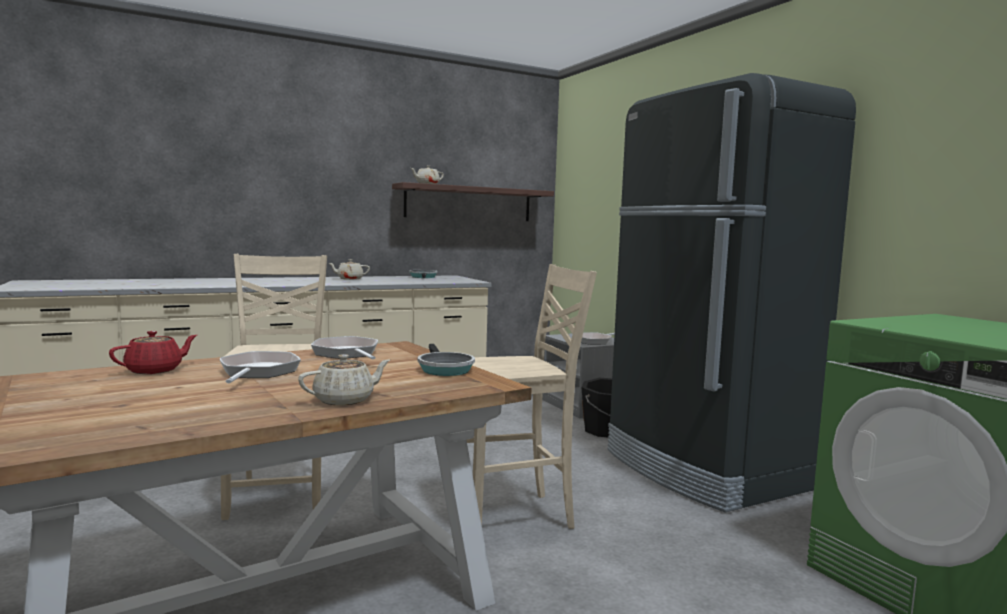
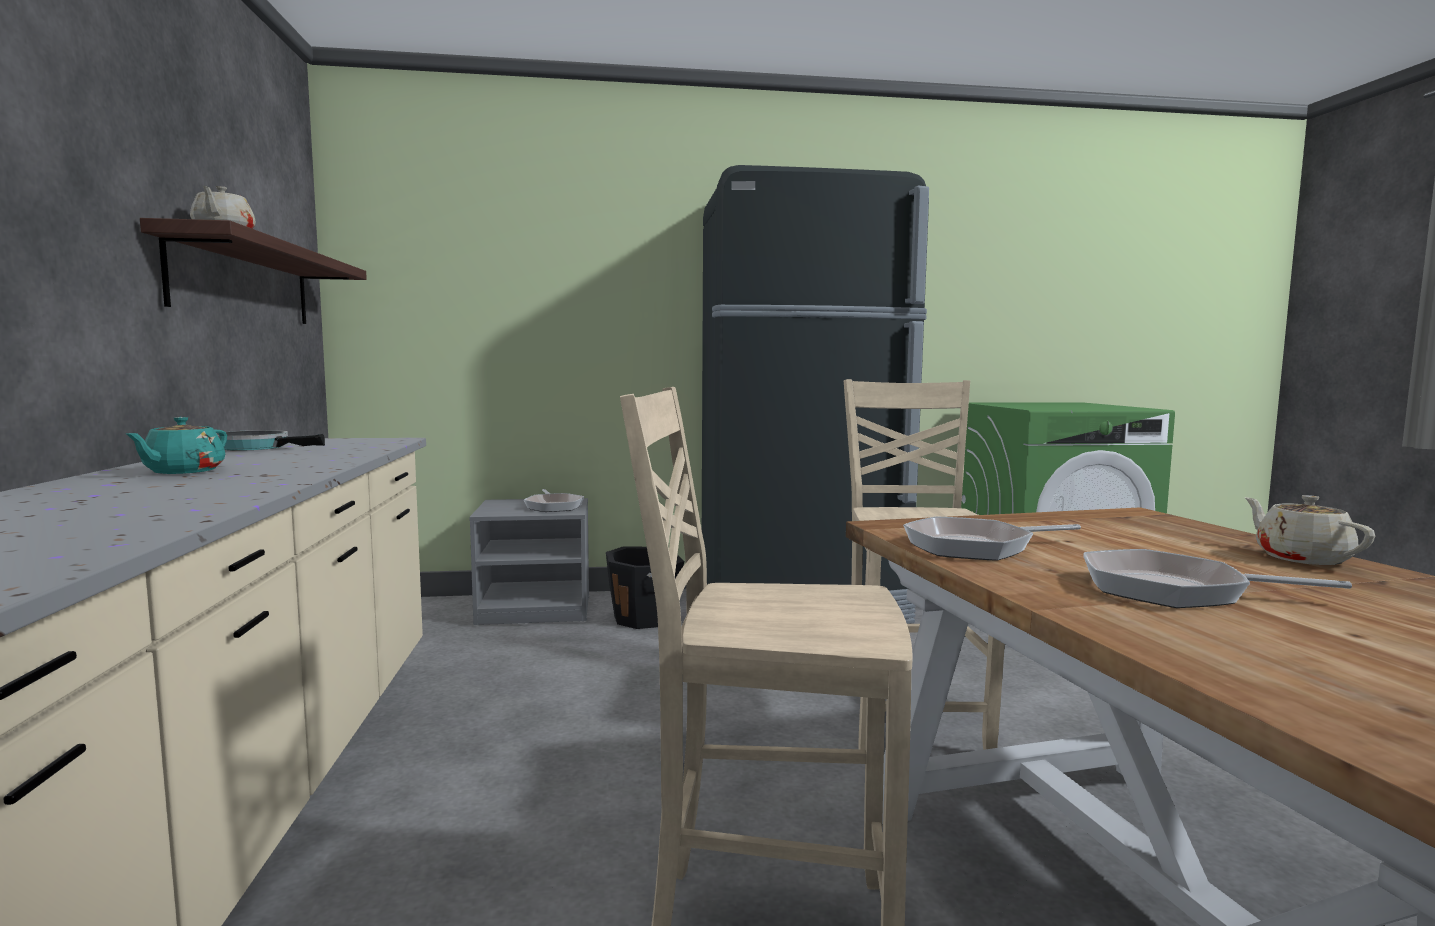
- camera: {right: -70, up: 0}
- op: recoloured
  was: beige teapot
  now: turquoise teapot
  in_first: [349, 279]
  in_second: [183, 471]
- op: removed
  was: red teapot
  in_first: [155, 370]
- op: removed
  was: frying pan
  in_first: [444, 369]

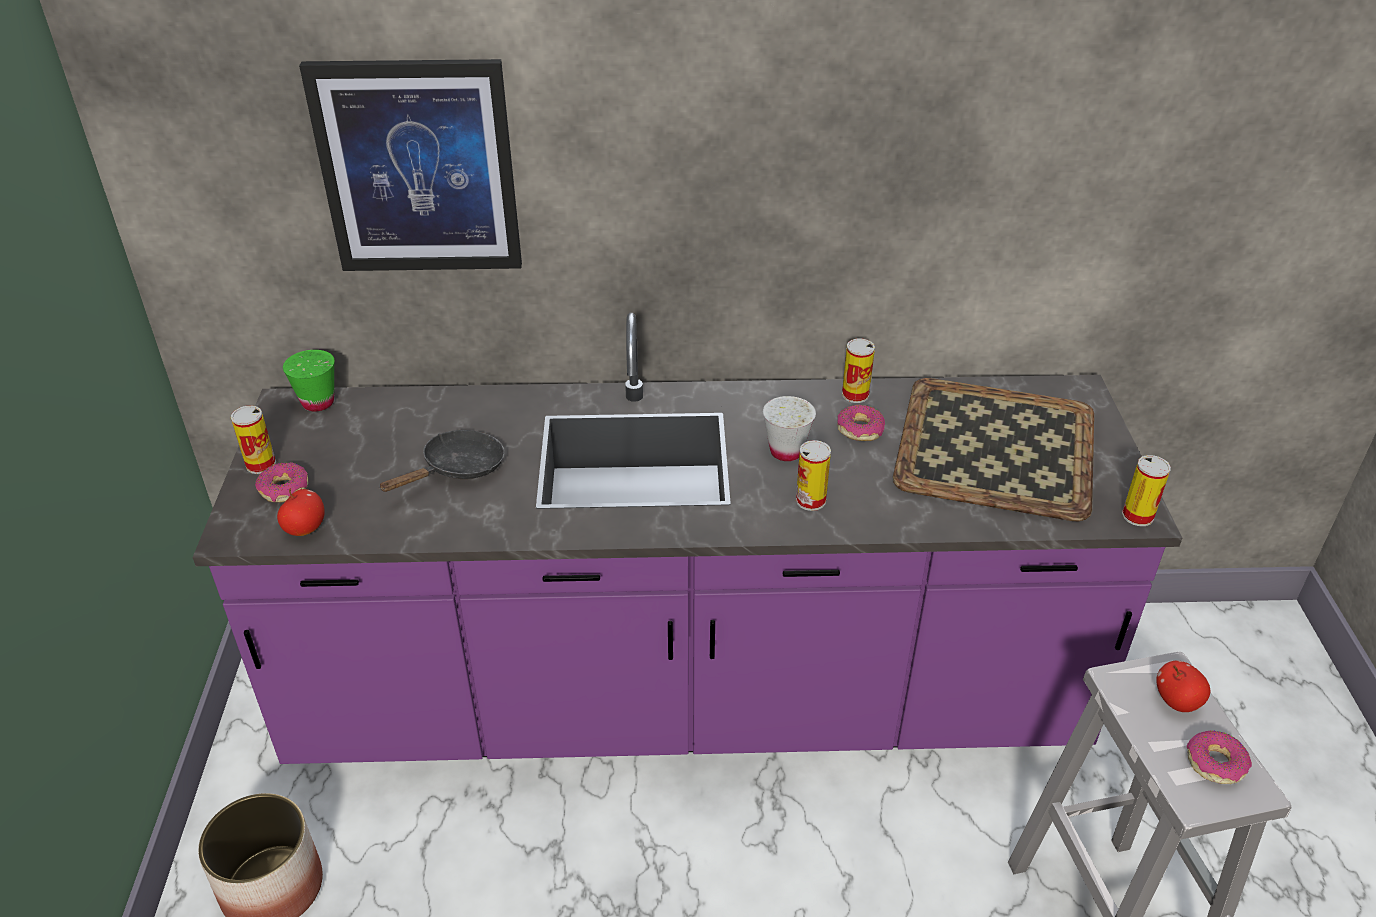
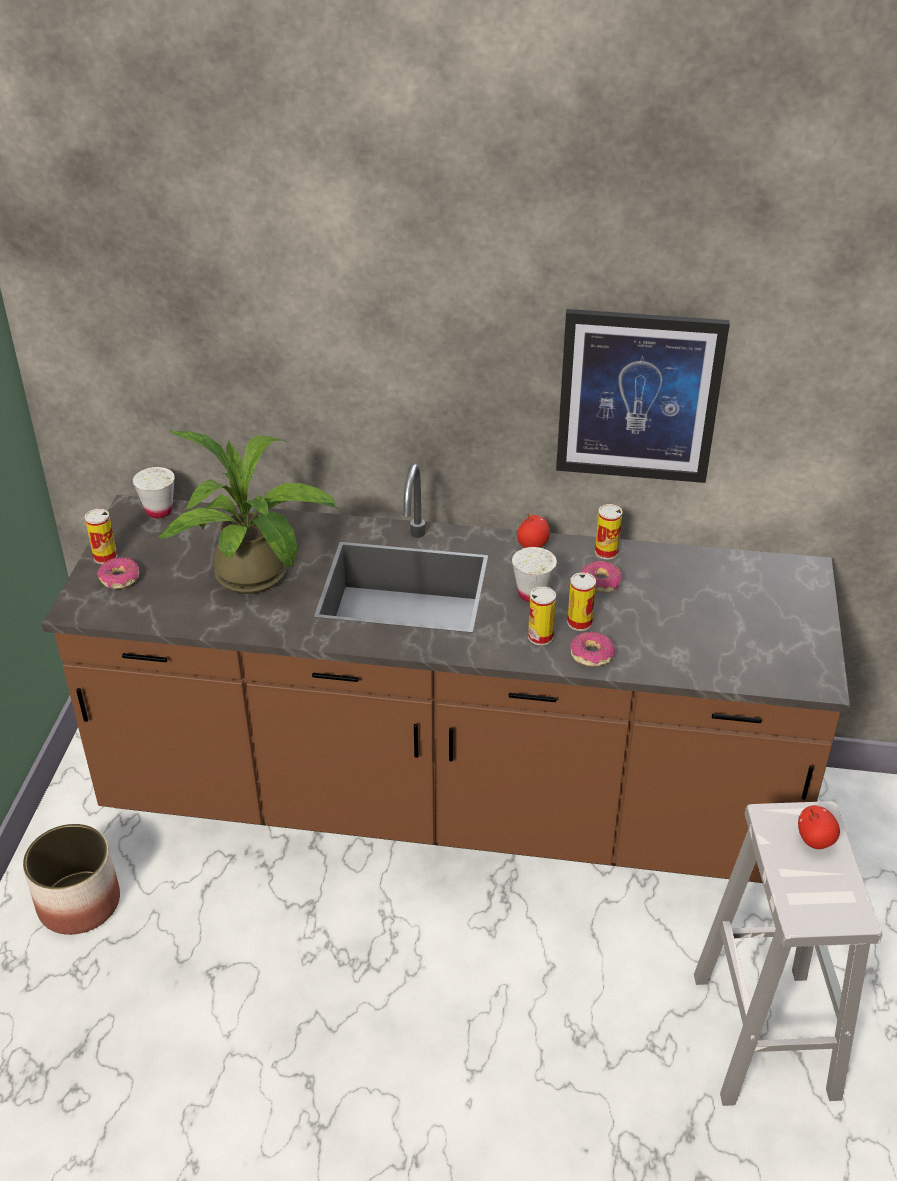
- camera: {right: 10, up: 0}
- op: recoloured
  was: purple counter
  now: brown counter
  in_first: [688, 700]
  in_second: [448, 803]
- op: recoloured
  was: green cup
  now: white cup
  in_first: [318, 402]
  in_second: [159, 511]
- op: replaced
  was: black frying pan
  now: potted plant
  in_first: [457, 469]
  in_second: [258, 578]
- op: moved
  was: apple
  in_first: [305, 528]
  in_second: [532, 545]
- op: moved
  was: picture
  in_first: [418, 168]
  in_second: [638, 396]
- op: moved
  was: can
  in_first: [1137, 516]
  in_second: [579, 622]
- op: moved
  was: donut
  in_first: [1215, 763]
  in_second: [591, 655]
- op: removed
  was: tray
  in_first: [993, 449]

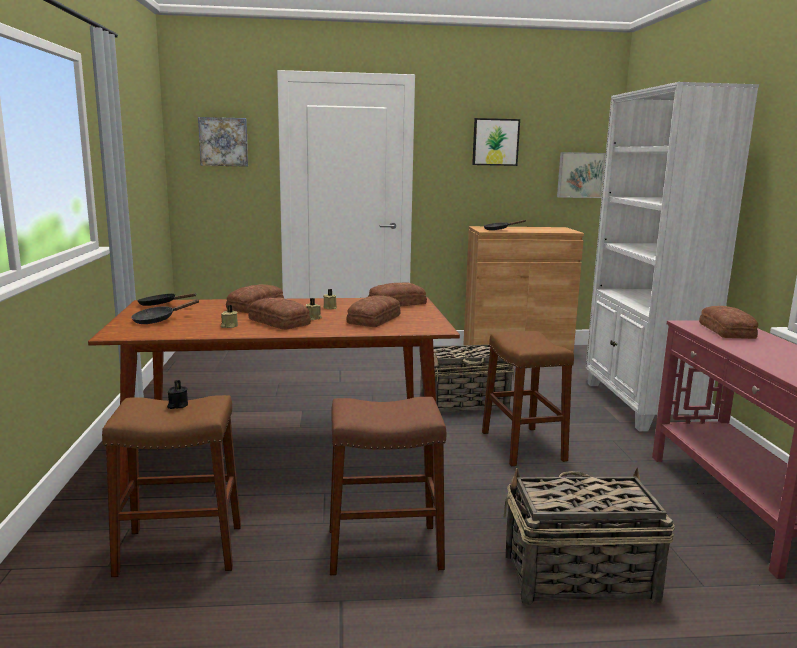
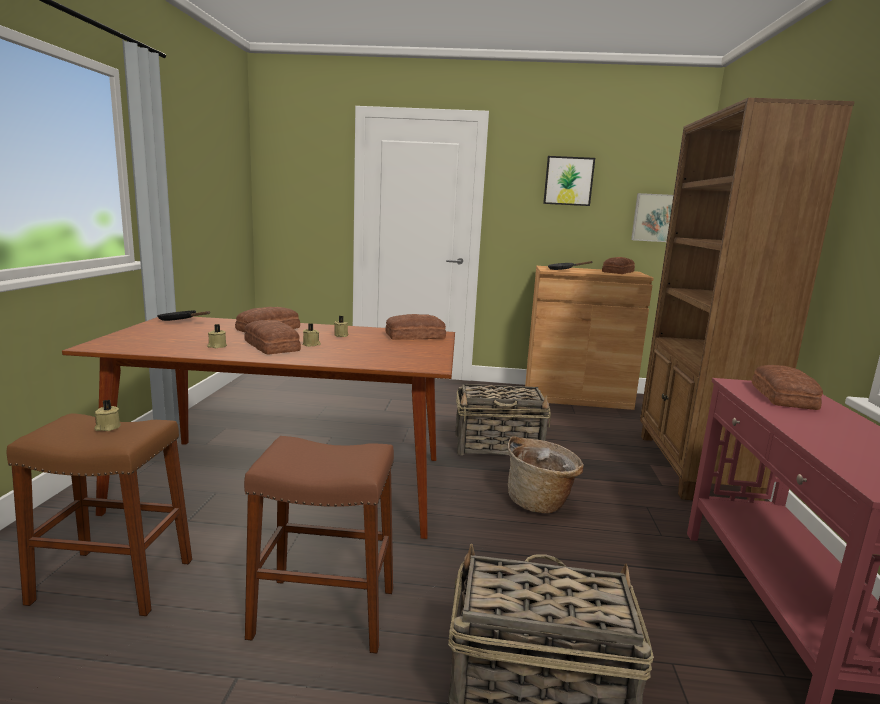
- camera: {right: 10, up: 0}
- op: recoloured
  was: black candle
  now: beige candle
  in_first: [177, 405]
  in_second: [107, 427]
- op: replaced
  was: brown stool
  now: basket
  in_first: [523, 446]
  in_second: [540, 502]
- op: moved
  was: bread
  in_first: [375, 319]
  in_second: [619, 272]
- op: recoloured
  was: white bookcase
  now: brown bookcase
  in_first: [640, 405]
  in_second: [693, 467]
- op: removed
  was: black frying pan
  in_first: [158, 320]
- op: removed
  was: picture
  in_first: [224, 142]

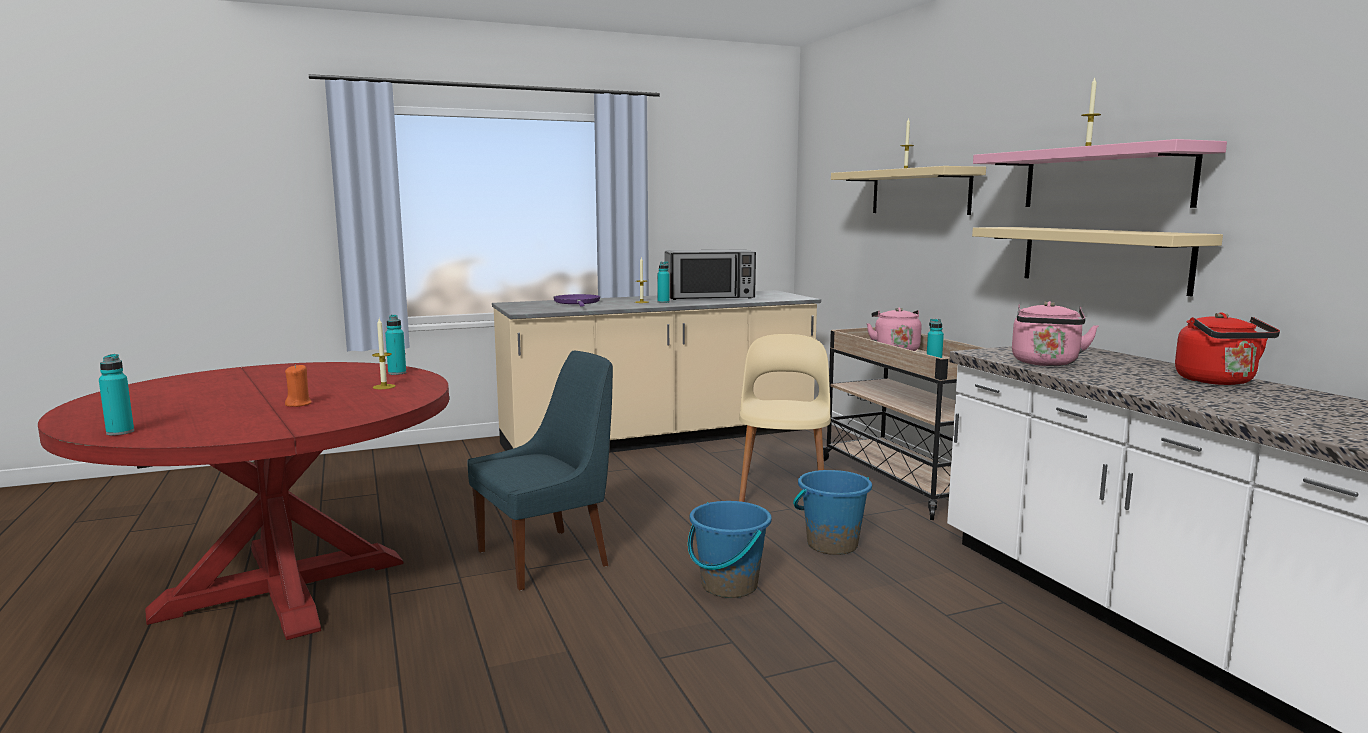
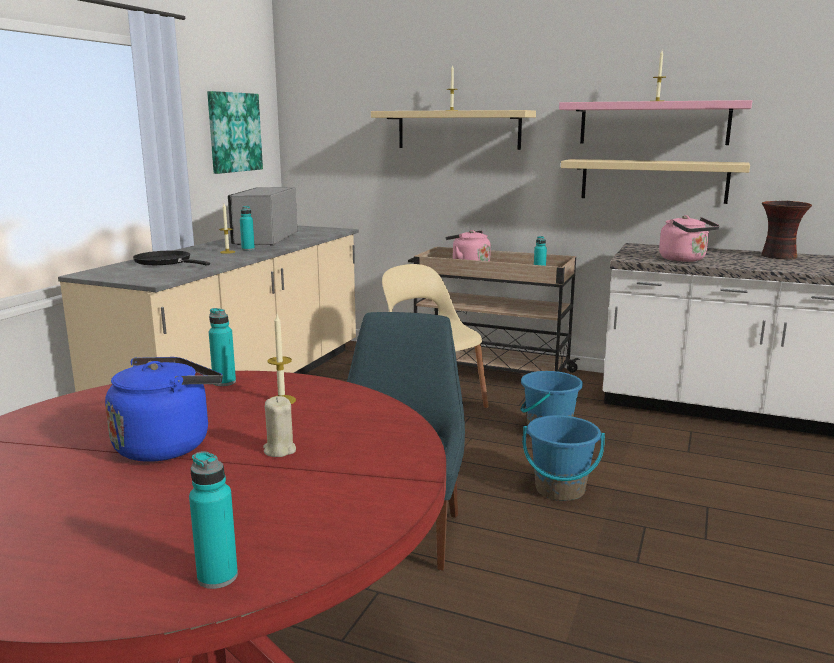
- camera: {right: -45, up: 5}
- op: added
  now: blue kettle
  in_second: [167, 444]
- op: recoloured
  was: purple frying pan
  now: black frying pan
  in_first: [577, 303]
  in_second: [166, 262]
- op: added
  now: picture
  in_second: [234, 132]
- op: turned
  was: microwave
  in_first: [710, 297]
  in_second: [265, 238]
  clockwise: 150
- op: recoloured
  was: orange candle
  now: beige candle
  in_first: [299, 404]
  in_second: [279, 450]
- op: replaced
  was: red kettle
  now: vase
  in_first: [1218, 381]
  in_second: [779, 257]

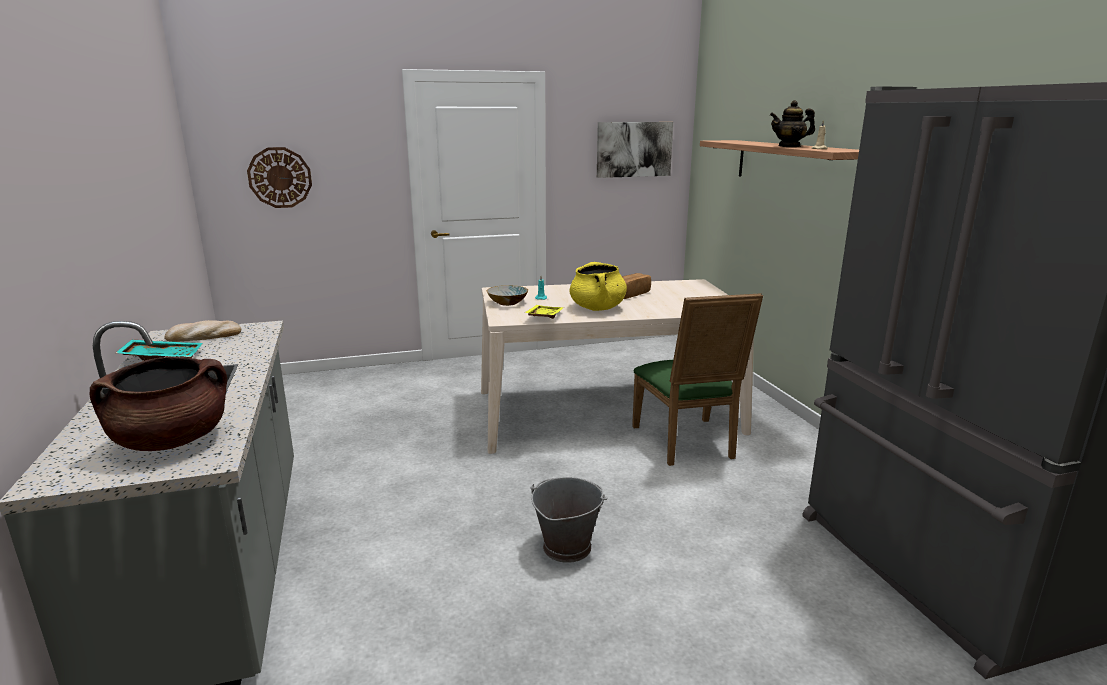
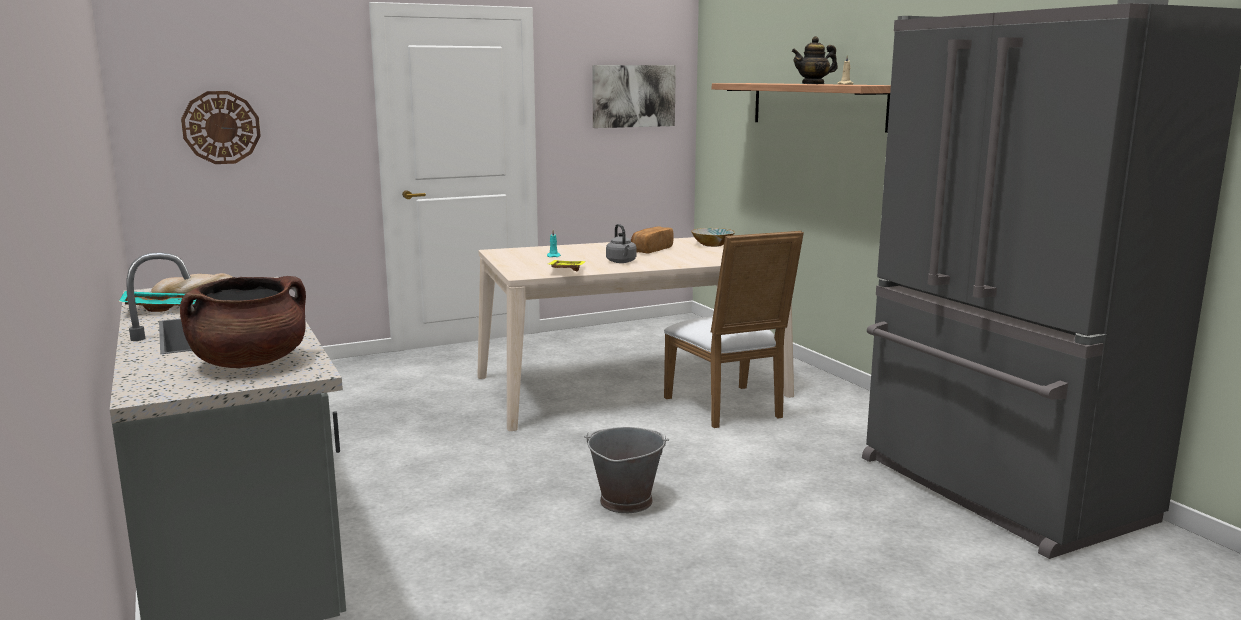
- camera: {right: -10, up: -5}
- op: replaced
  was: yellow cooking pot
  now: grey kettle
  in_first: [597, 308]
  in_second: [621, 262]
- op: recoloured
  was: green chair
  now: white chair
  in_first: [687, 444]
  in_second: [729, 409]
- op: moved
  was: bowl
  in_first: [508, 303]
  in_second: [713, 245]

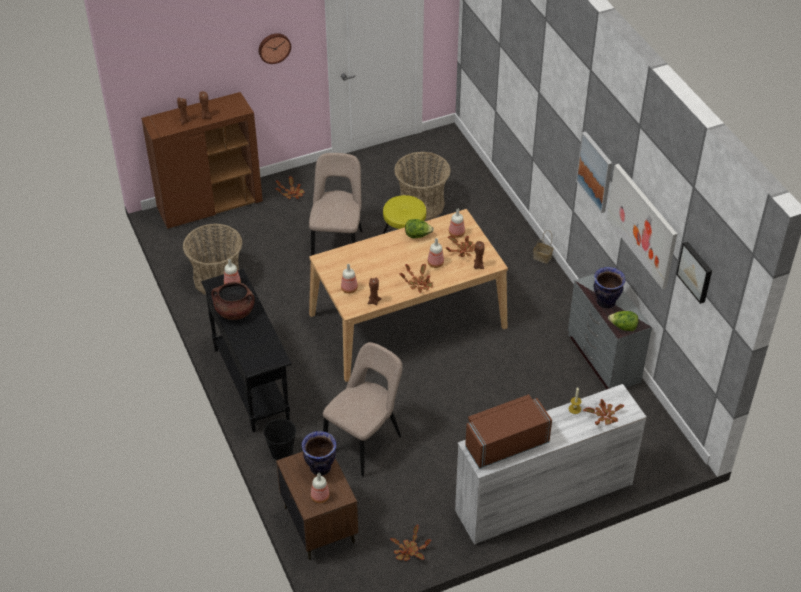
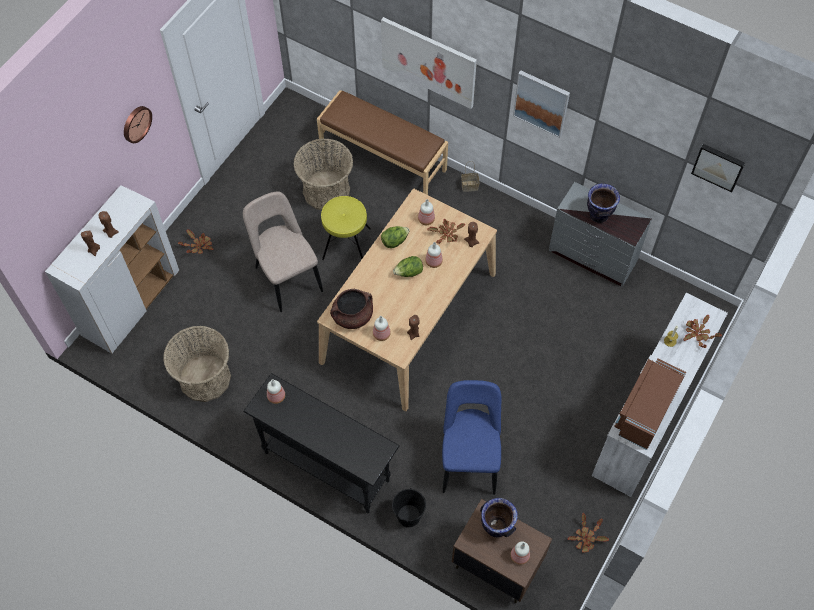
- camera: {right: -35, up: 15}
- op: recoloured
  was: brown cabinet
  now: white cabinet
  in_first: [210, 205]
  in_second: [131, 303]
- op: added
  now: brown bench
  in_second: [383, 158]
- op: moved
  was: brown cooking pot
  in_first: [235, 311]
  in_second: [352, 316]
- op: moved
  was: picture
  in_first: [642, 225]
  in_second: [428, 62]
- op: moved
  was: lettuce
  in_first: [623, 327]
  in_second: [409, 272]
- op: recoloured
  was: beige chair
  now: blue chair
  in_first: [365, 441]
  in_second: [469, 459]
- op: removed
  was: potted plant
  in_first: [418, 284]

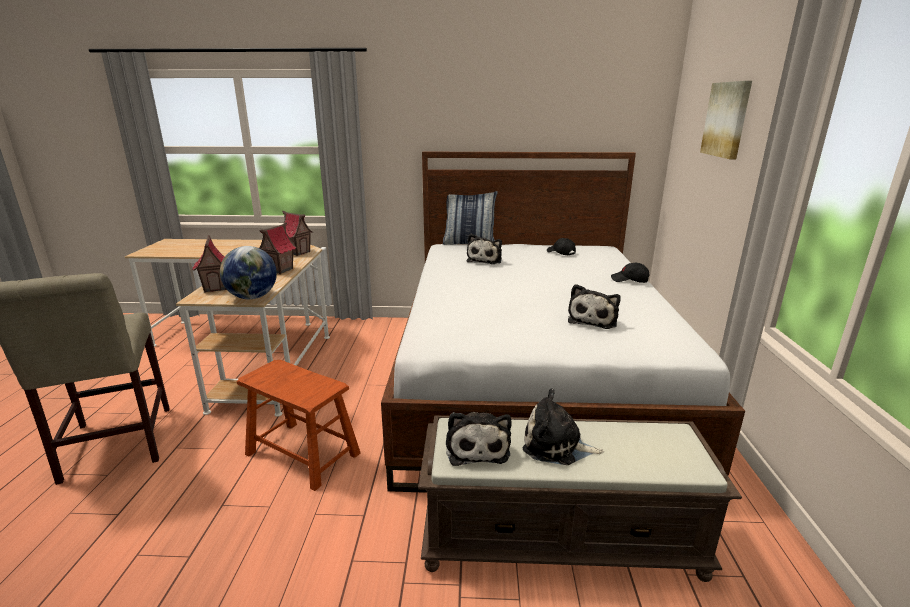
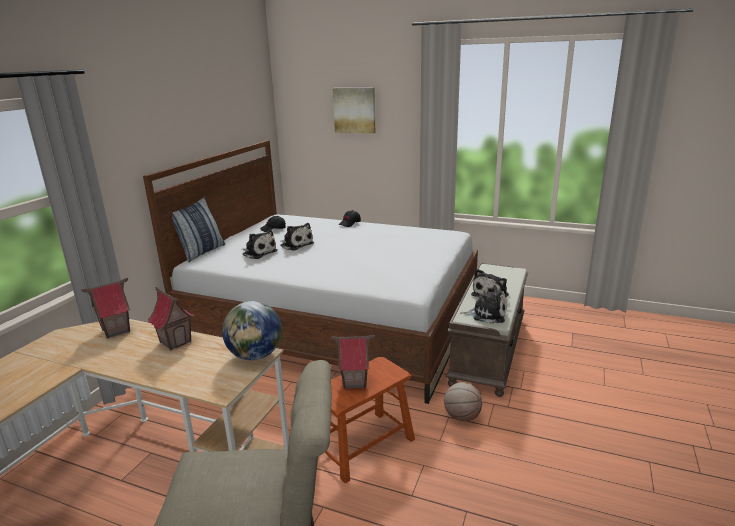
- camera: {right: -70, up: 0}
- op: moved
  was: plush toy
  in_first: [593, 319]
  in_second: [296, 244]
- op: moved
  was: toy house
  in_first: [216, 287]
  in_second: [354, 381]
- op: added
  now: basketball
  in_second: [462, 416]

